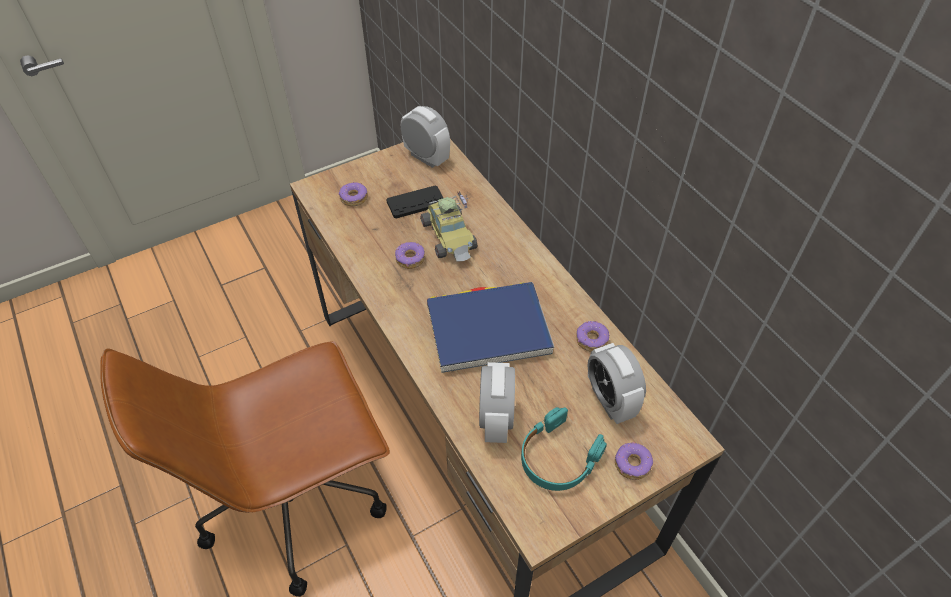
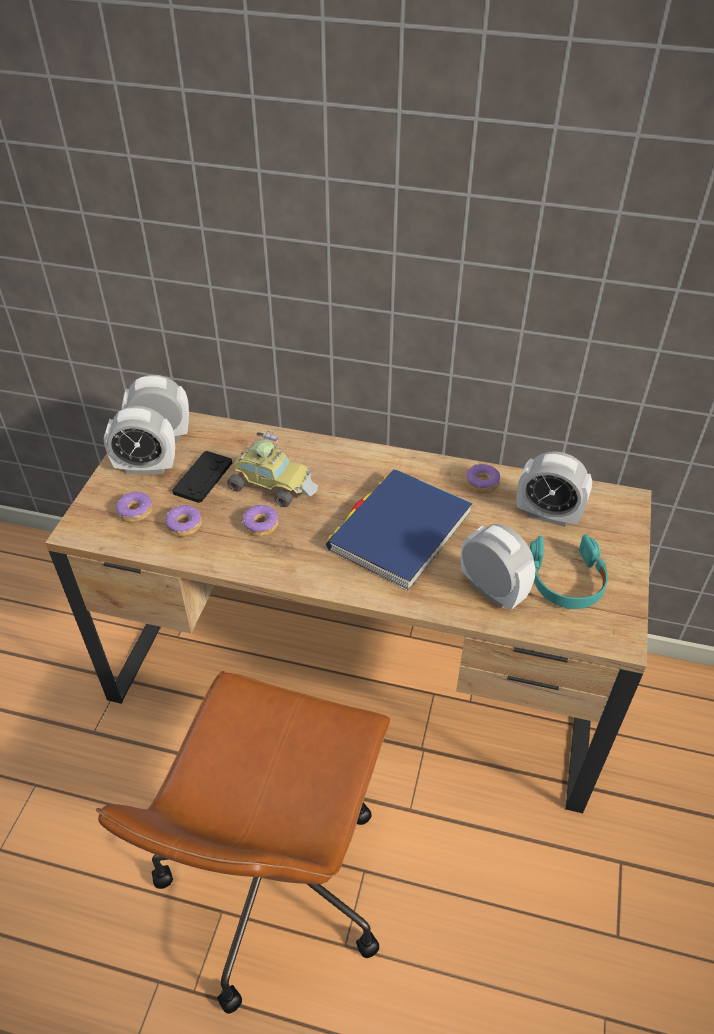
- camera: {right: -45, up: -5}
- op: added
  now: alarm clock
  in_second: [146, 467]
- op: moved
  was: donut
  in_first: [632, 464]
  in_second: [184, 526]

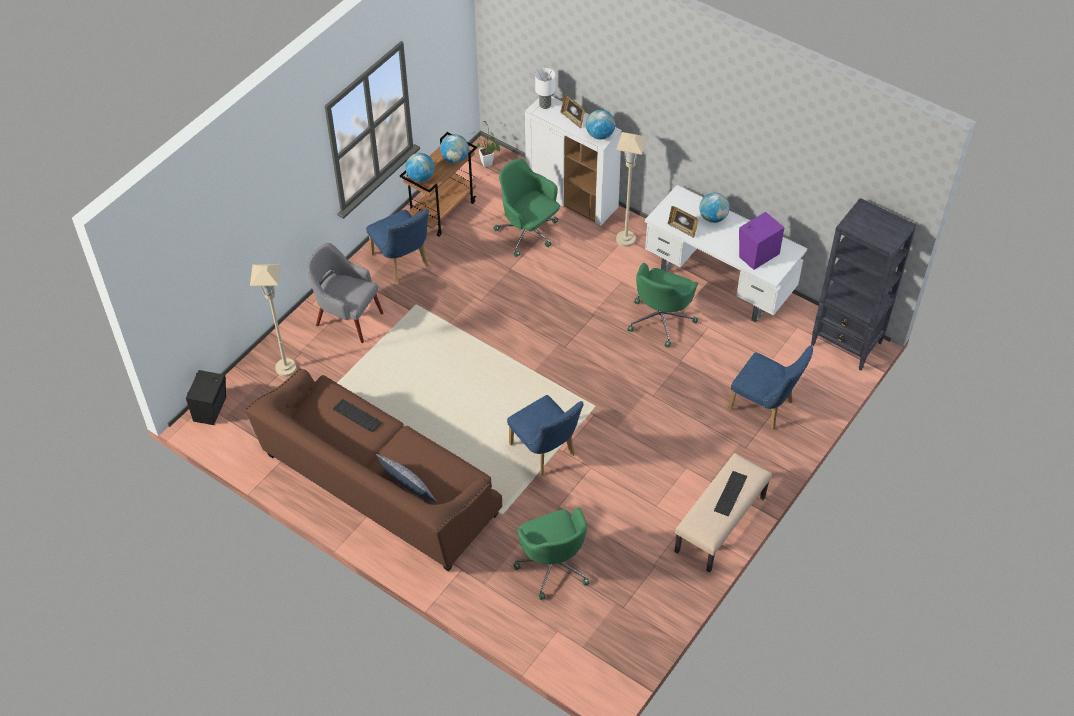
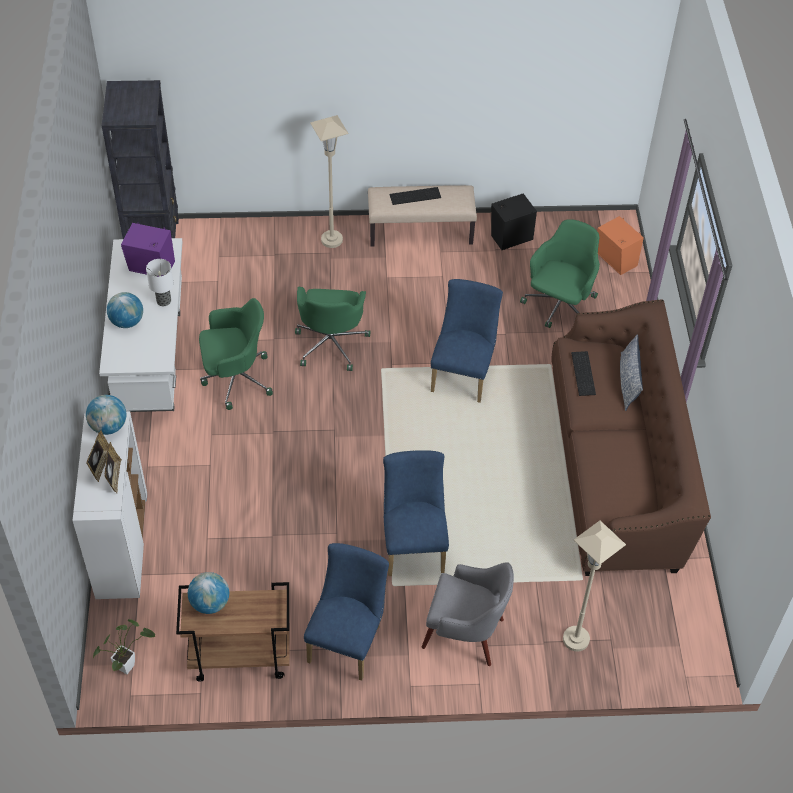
- camera: {right: -130, up: 0}
- op: moved
  was: picture frame
  in_first: [682, 229]
  in_second: [114, 477]
- op: moved
  was: table lamp
  in_first: [545, 105]
  in_second: [163, 301]
- op: moved
  was: green office chair
  in_first: [528, 233]
  in_second: [331, 343]
- op: moved
  was: beige floor lamp
  in_first: [625, 239]
  in_second: [332, 240]
- op: moved
  was: blue chair
  in_first: [765, 407]
  in_second: [413, 544]
- op: turned
  was: grey armchair
  in_first: [347, 318]
  in_second: [465, 634]
  clockwise: -60
- op: moved
  was: black speaker
  in_first: [212, 409]
  in_second: [510, 236]
- op: moved
  was: keyboard
  in_first: [356, 416]
  in_second: [584, 374]
- op: added
  now: orange speaker
  in_second: [616, 261]
- op: removed
  was: globe
  in_first: [420, 177]

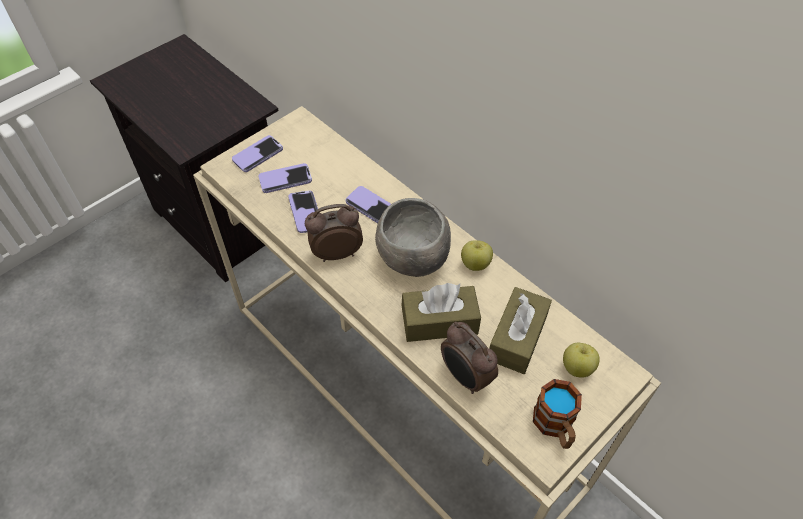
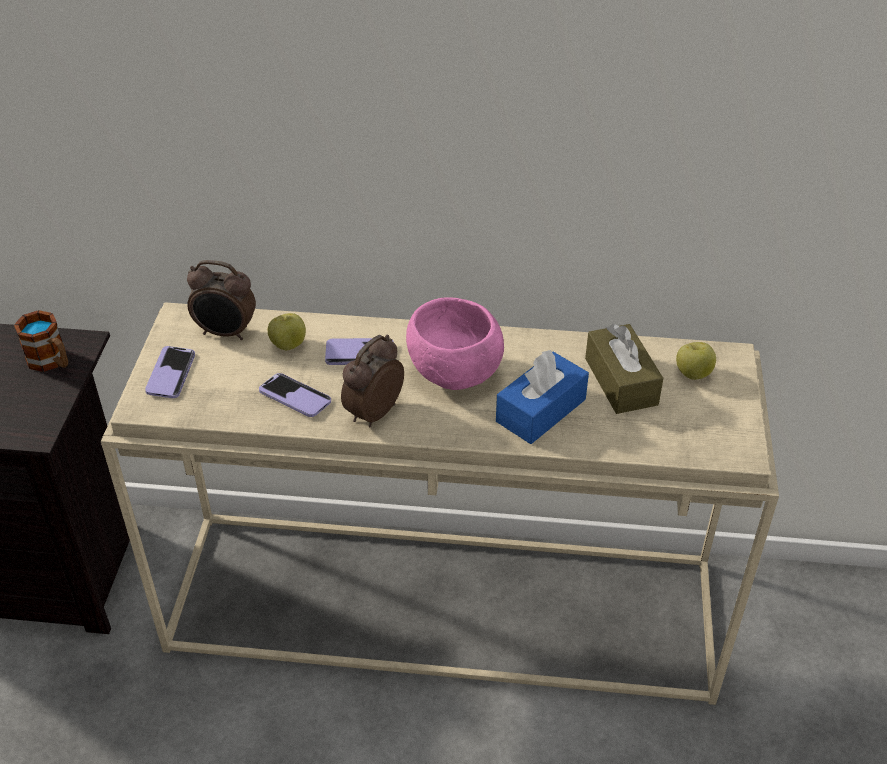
- camera: {right: -40, up: -10}
- op: moved
  was: mug
  in_first: [555, 426]
  in_second: [52, 362]
- op: moved
  was: alarm clock
  in_first: [465, 377]
  in_second: [226, 333]
- op: moved
  was: apple
  in_first: [475, 264]
  in_second: [288, 345]
- op: recoloured
  was: grey bowl
  now: pink bowl
  in_first: [413, 259]
  in_second: [455, 375]
- op: recoloured
  was: brown tissue box
  now: blue tissue box
  in_first: [439, 322]
  in_second: [541, 410]
- op: removed
  was: phone
  in_first: [285, 179]

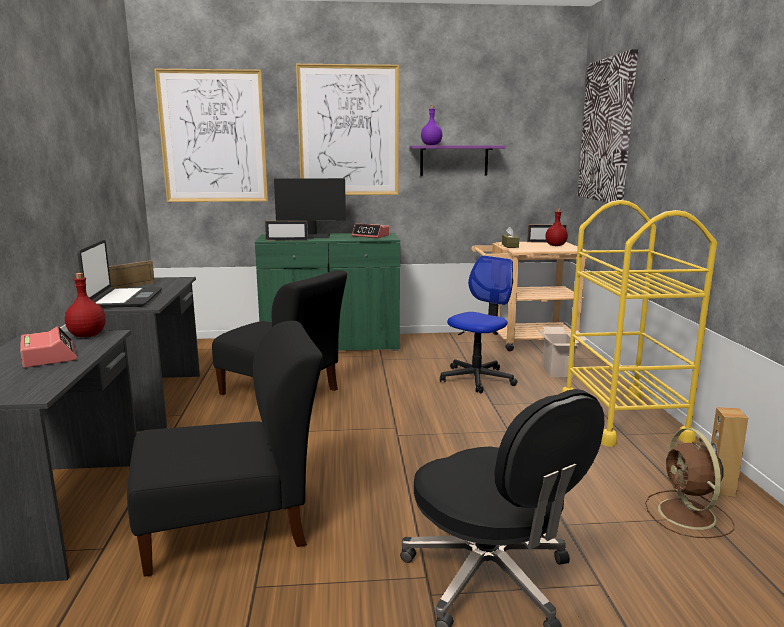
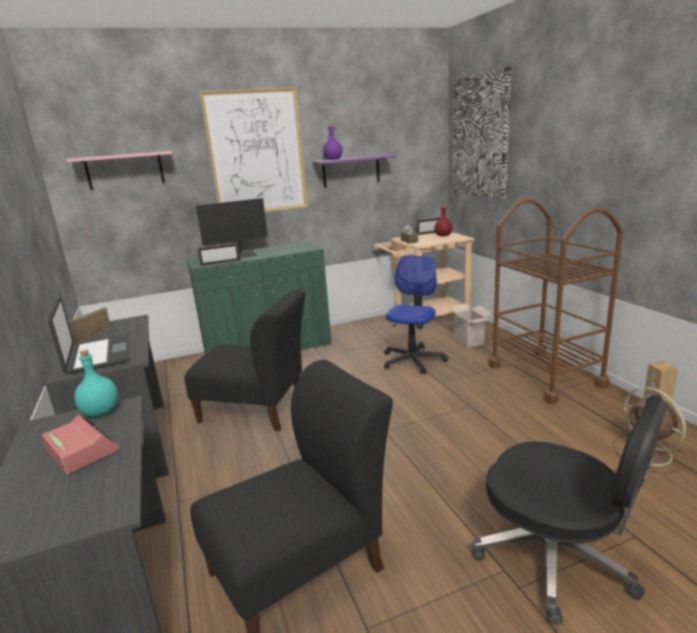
- camera: {right: -15, up: 5}
- op: replaced
  was: picture
  now: pink shelf
  in_first: [213, 137]
  in_second: [125, 170]
- op: recoloured
  was: red bottle
  now: turquoise bottle
  in_first: [87, 335]
  in_second: [100, 412]
- op: recoloured
  was: yellow cart
  now: brown cart
  in_first: [622, 418]
  in_second: [545, 375]
- op: removed
  was: alarm clock
  in_first: [371, 236]

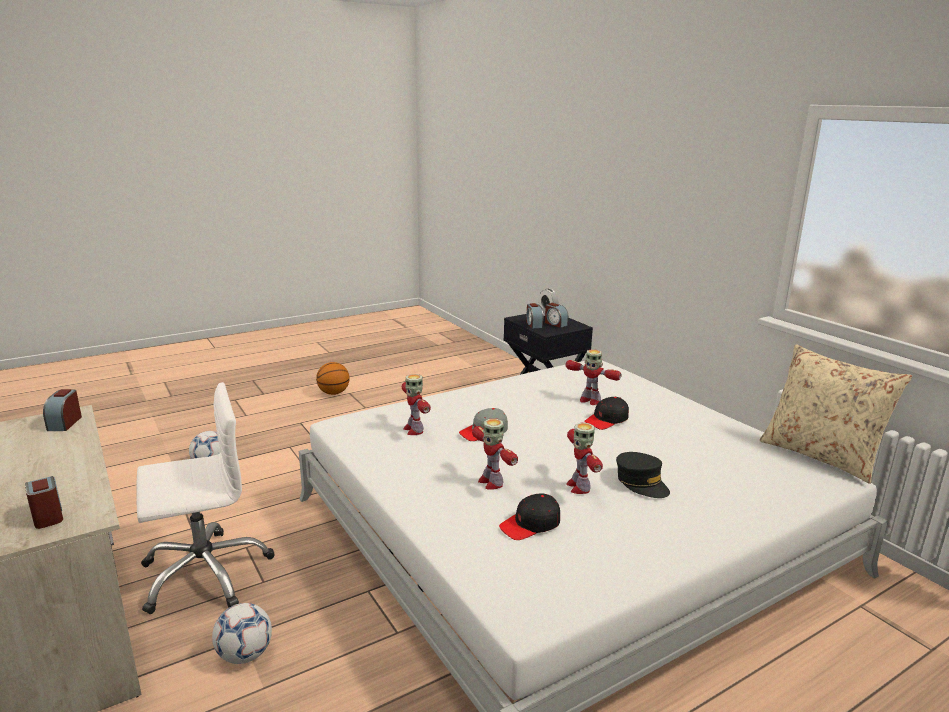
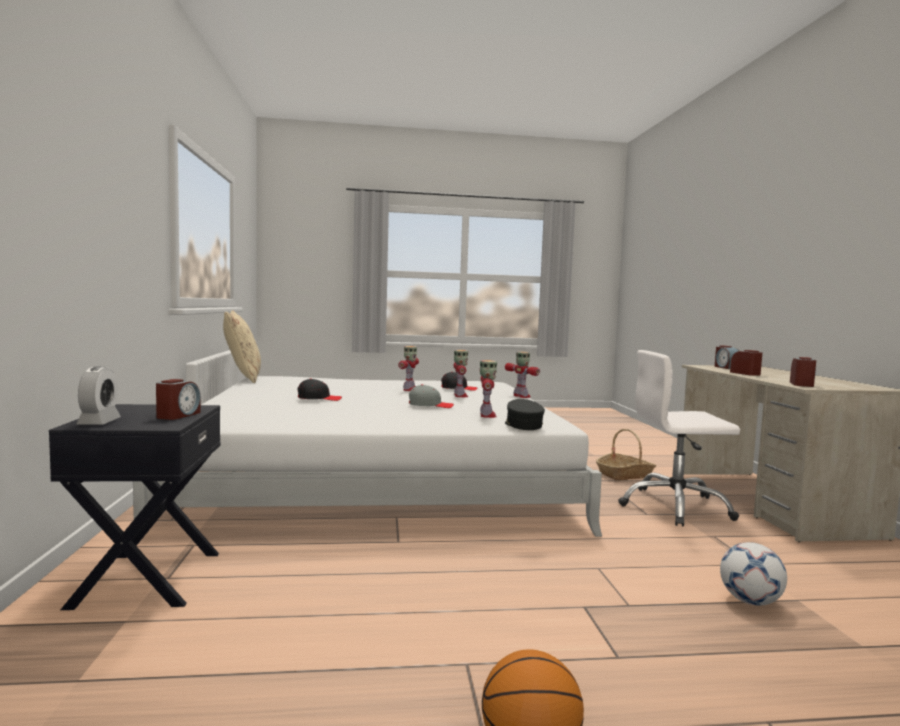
- camera: {right: -155, up: -15}
- op: moved
  was: toy robot
  in_first: [589, 400]
  in_second: [521, 396]
- op: moved
  was: black cap
  in_first: [641, 483]
  in_second: [523, 425]
- op: replaced
  was: football
  now: basket
  in_first: [245, 655]
  in_second: [625, 475]
- op: moved
  was: alarm clock
  in_first: [555, 324]
  in_second: [745, 373]

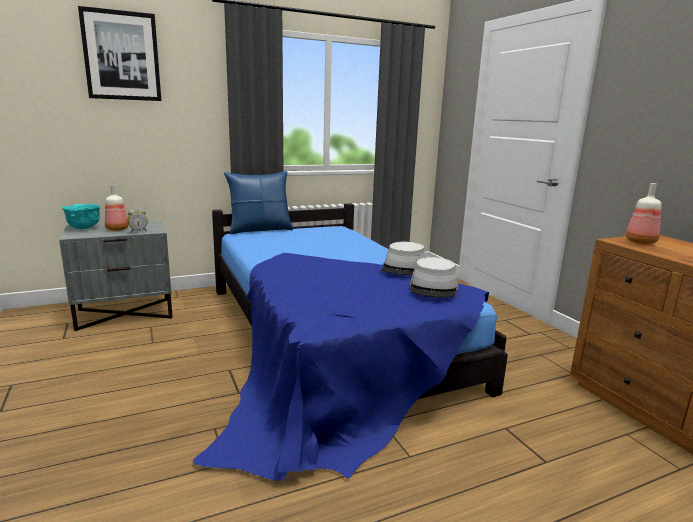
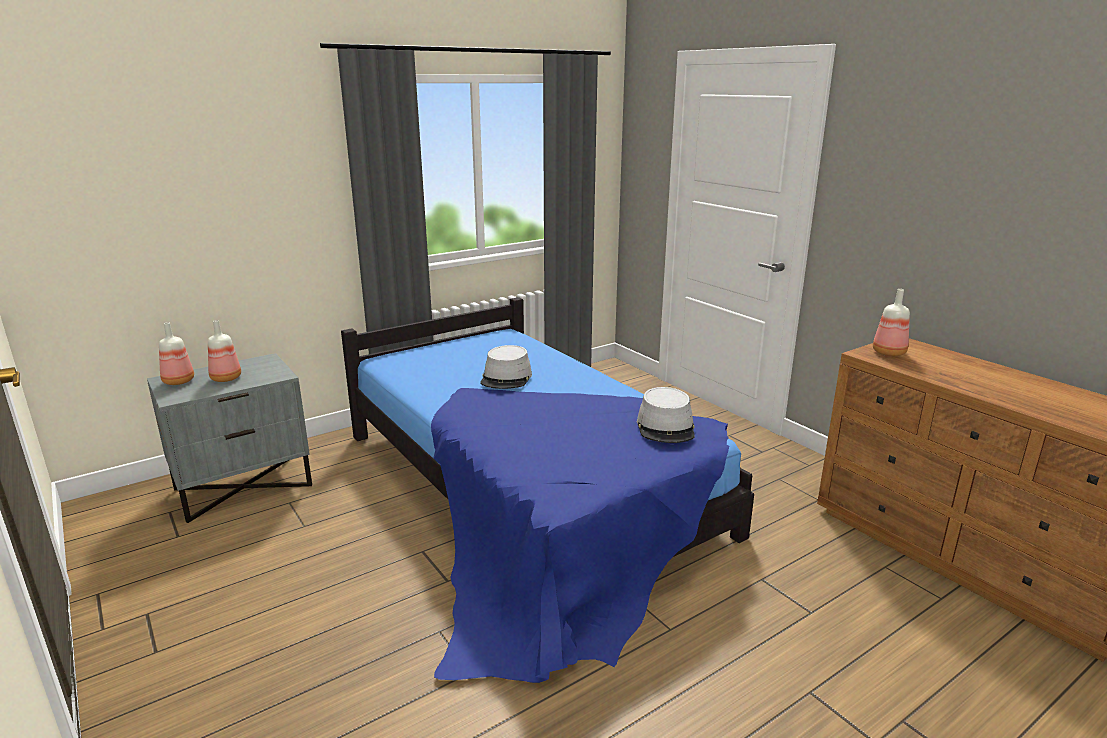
- camera: {right: -10, up: 5}
- op: replaced
  was: turquoise bowl
  now: bottle
  in_first: [84, 228]
  in_second: [178, 382]
- op: moved
  was: grey hat
  in_first: [404, 268]
  in_second: [506, 378]
- op: removed
  was: picture
  in_first: [121, 56]
- op: removed
  was: alarm clock
  in_first: [138, 231]
- op: removed
  was: blue pillow
  in_first: [260, 230]

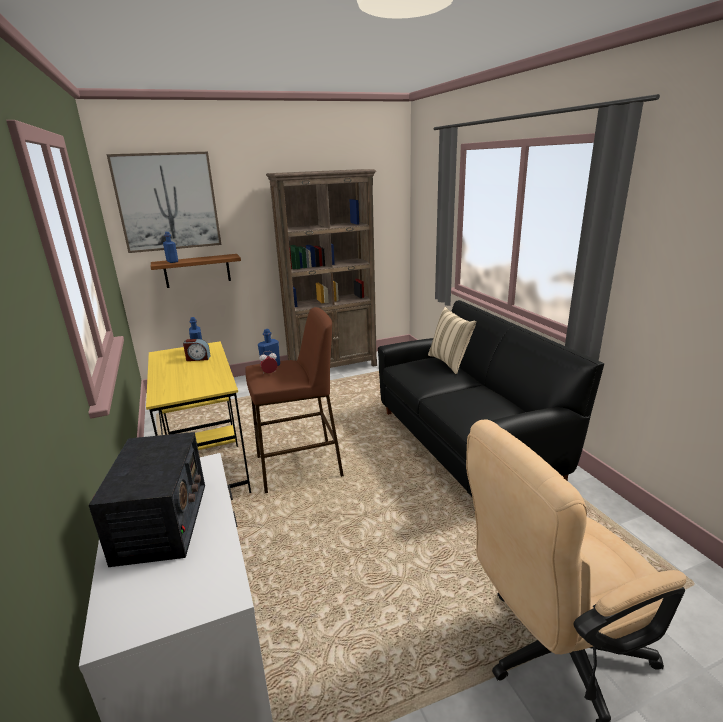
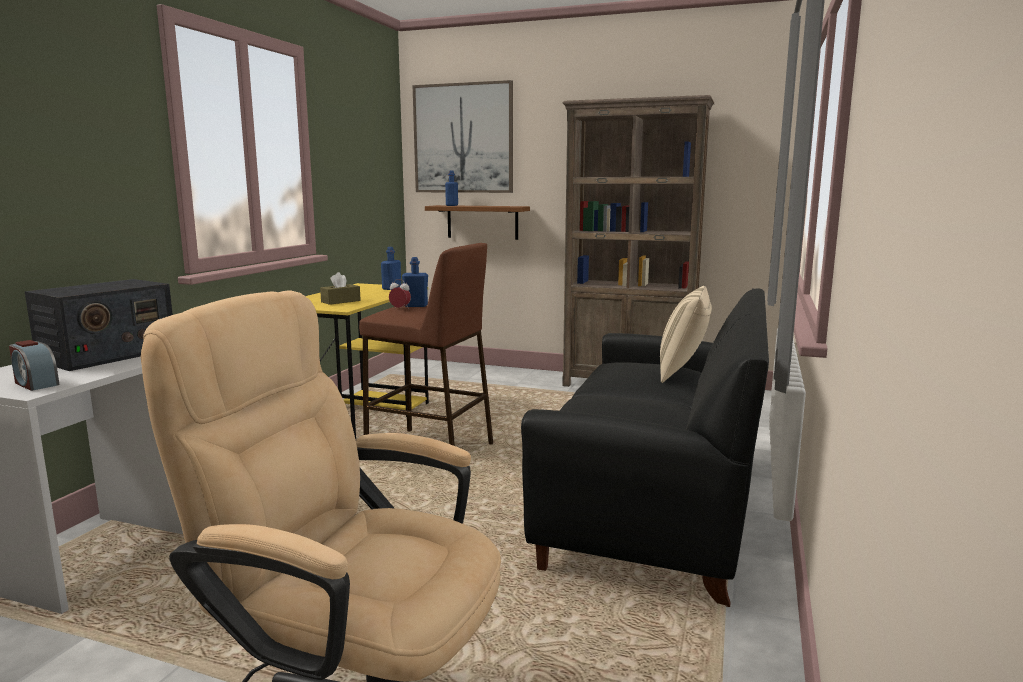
- camera: {right: 40, up: -10}
- op: moved
  was: alarm clock
  in_first: [198, 358]
  in_second: [35, 384]
- op: added
  now: brown tissue box
  in_second: [340, 301]

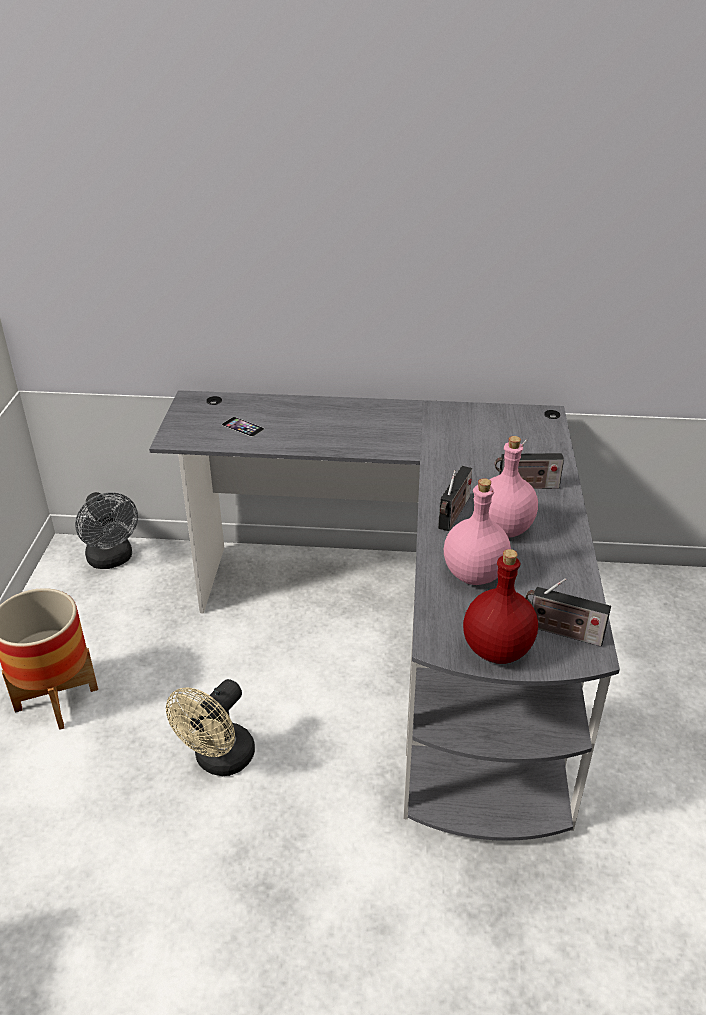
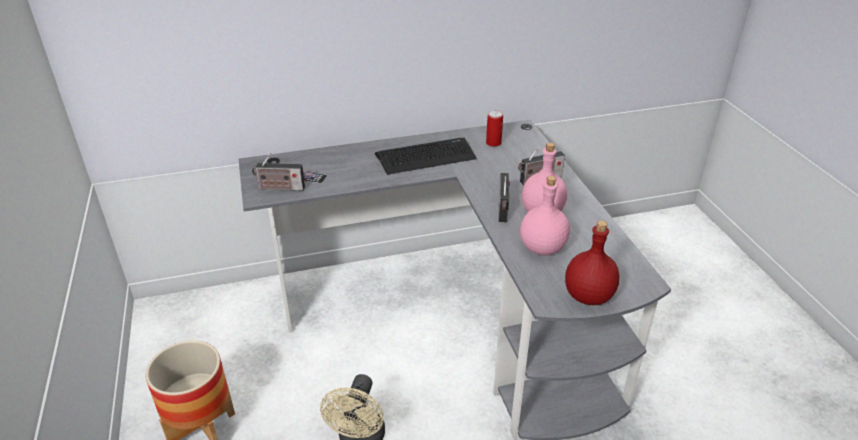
- camera: {right: -20, up: 0}
- op: moved
  was: radio
  in_first: [561, 632]
  in_second: [279, 188]
- op: added
  now: keyboard
  in_second: [426, 157]
- op: added
  now: can
  in_second: [493, 143]
- op: removed
  was: grey fan
  in_first: [112, 560]

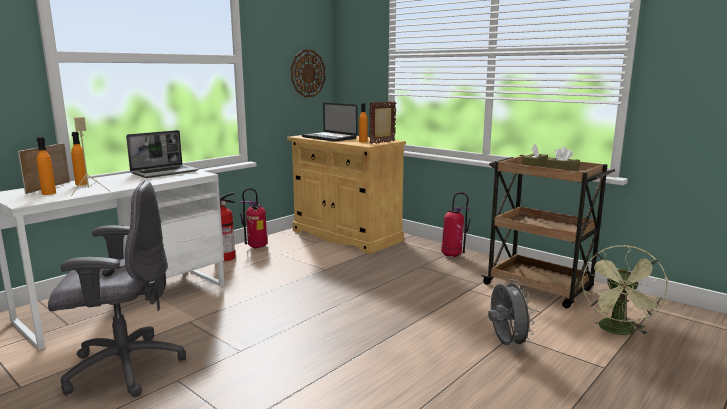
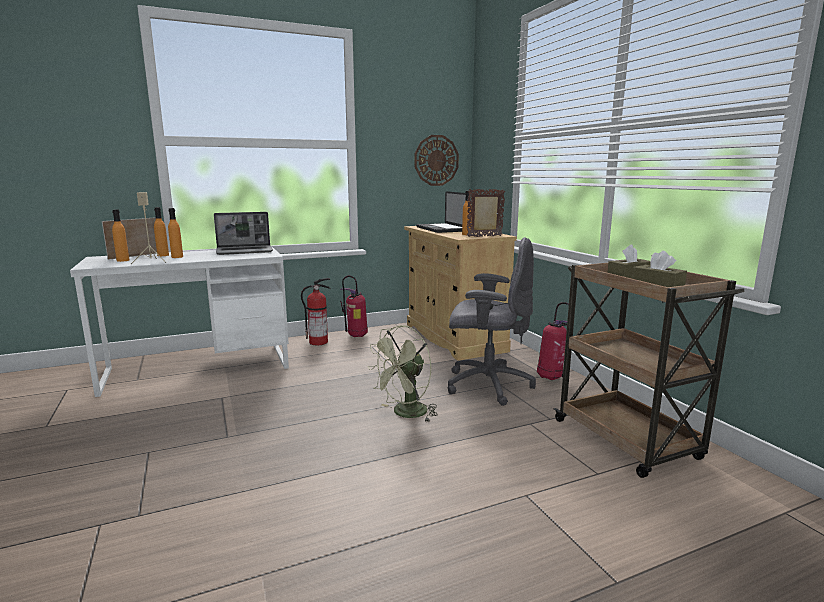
- camera: {right: 25, up: 0}
- op: added
  now: orange bottle
  in_second: [177, 257]
- op: moved
  was: green fan
  in_first: [618, 331]
  in_second: [405, 414]
- op: moved
  was: grey office chair
  in_first: [123, 367]
  in_second: [487, 385]
- op: removed
  was: grey fan
  in_first: [506, 344]

